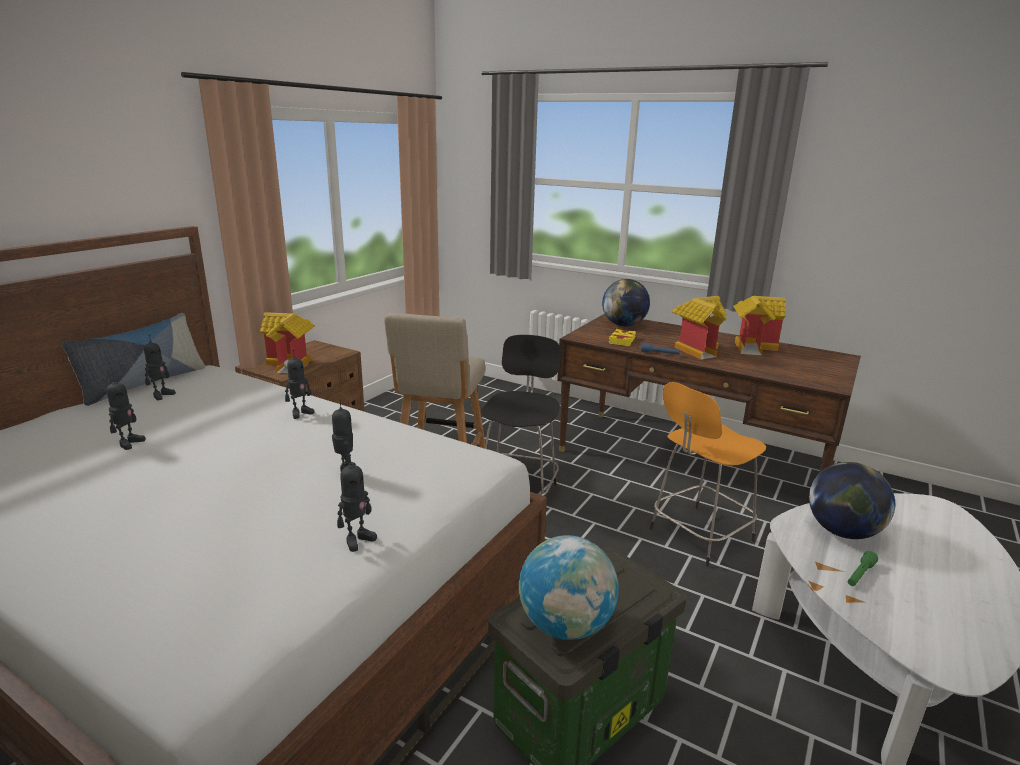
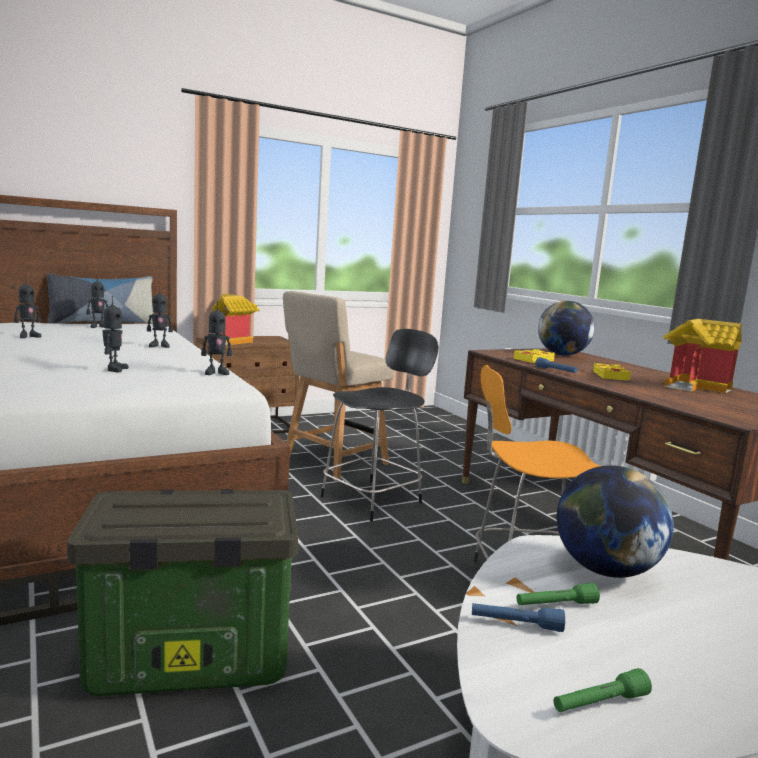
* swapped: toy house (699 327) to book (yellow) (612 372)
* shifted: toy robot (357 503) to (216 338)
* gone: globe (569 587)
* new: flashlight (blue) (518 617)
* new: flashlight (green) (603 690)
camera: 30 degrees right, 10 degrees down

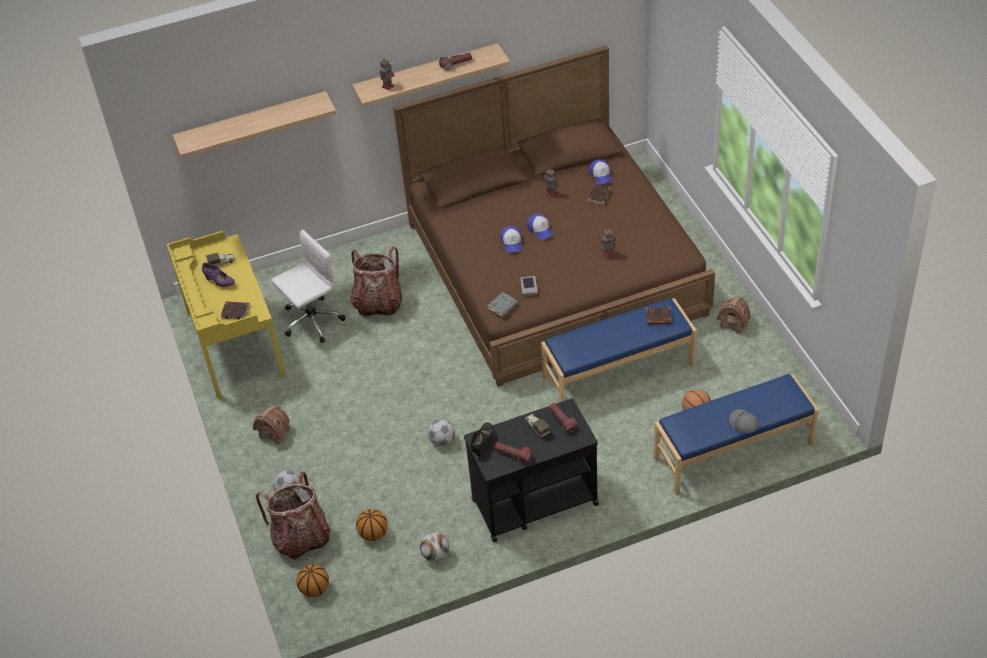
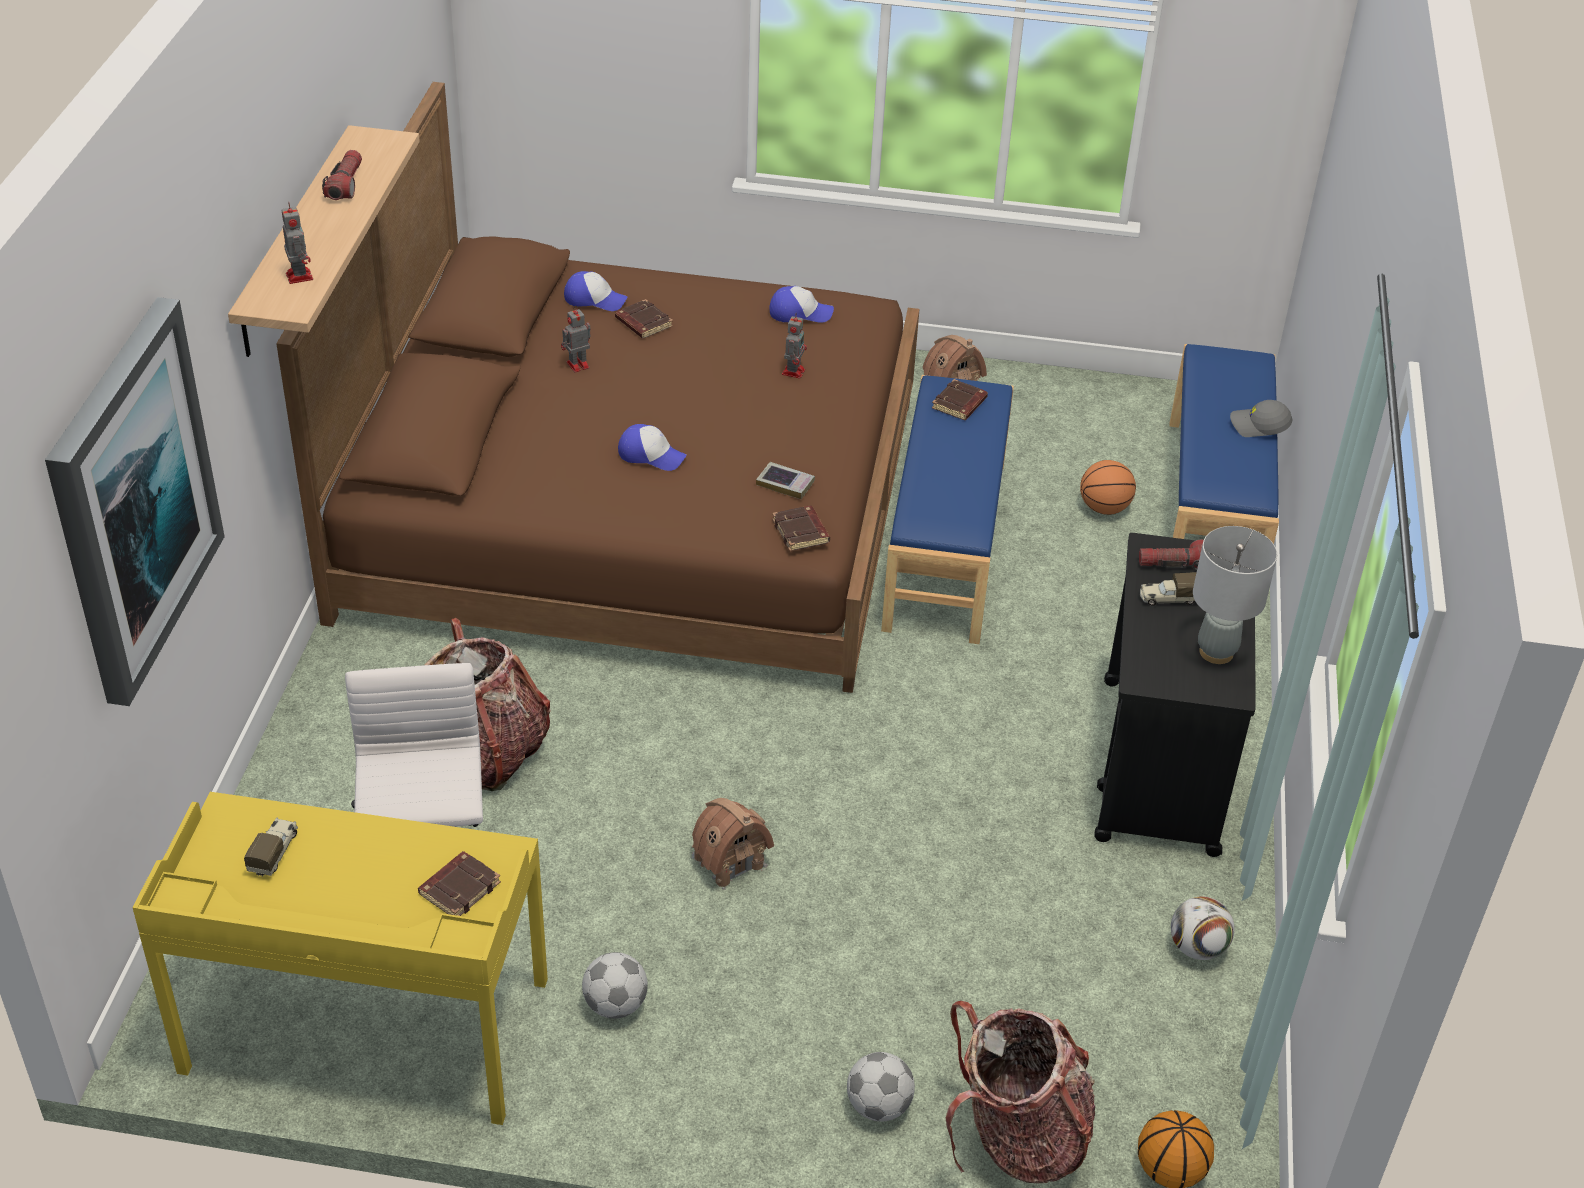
* swapped: shelf (254 124) to picture (135 501)
* shifted: cap (540 227) to (801 304)
* gone: shoe (purple) (218 275)
* repainted: book (grey) (502 304) to book (brown) (801 528)
* shifted: toy house (271 425) to (733 844)
* shifted: football (441 433) to (615 985)
* gone: shoe (black) (482 439)
* swapped: flashlight (513 453) to table lamp (grey) (1235 595)
* gone: basketball (372 525)
camera: 65 degrees left, 5 degrees down

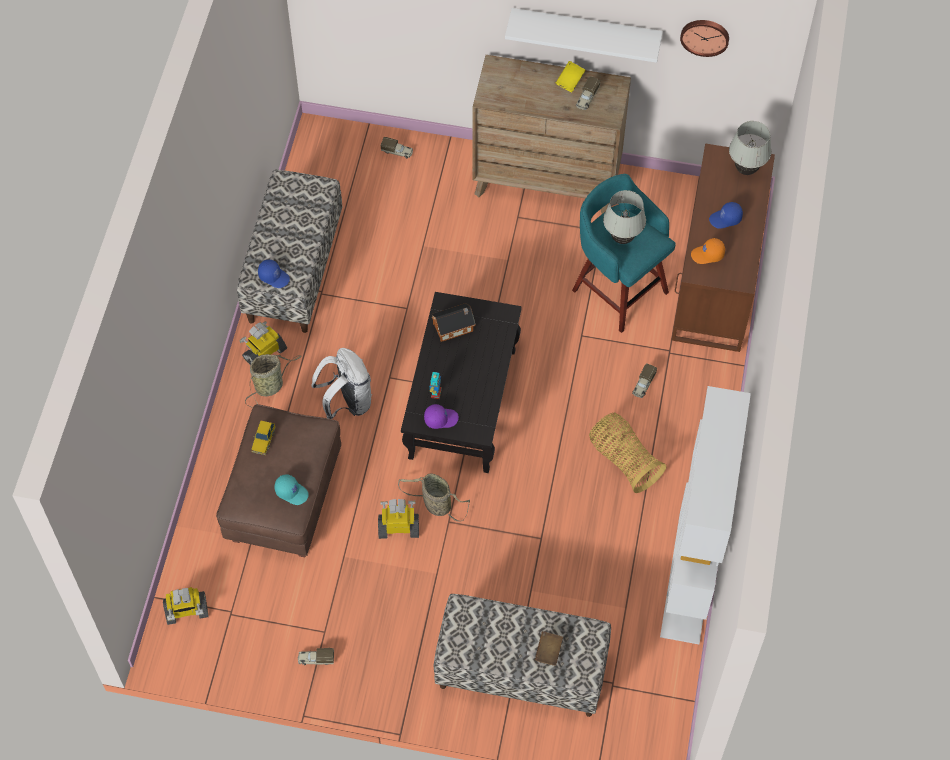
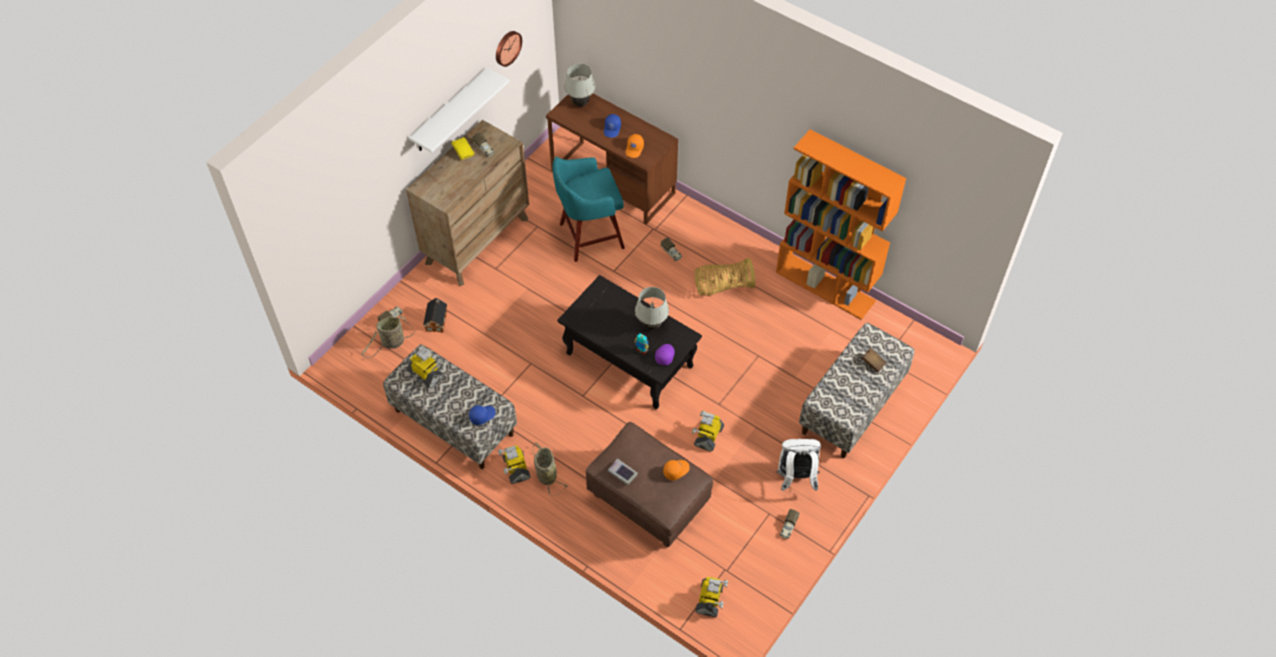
* shifted: table lamp (white) (624 217) to (652 308)
* shifted: toy house (453 322) to (435 315)
* shifted: backpack (white) (341 383) to (798 465)
* repainted: bookcase (white) (705 515) to bookcase (orange) (841 224)
* swapped: toy car (263 437) to book (623 472)
* shifted: basket (434 497) to (388 337)
* repainted: cap (turquoise) (291 489) to cap (orange) (676 470)
* new: toy robot (425 367)
camera: 65 degrees left, 5 degrees down

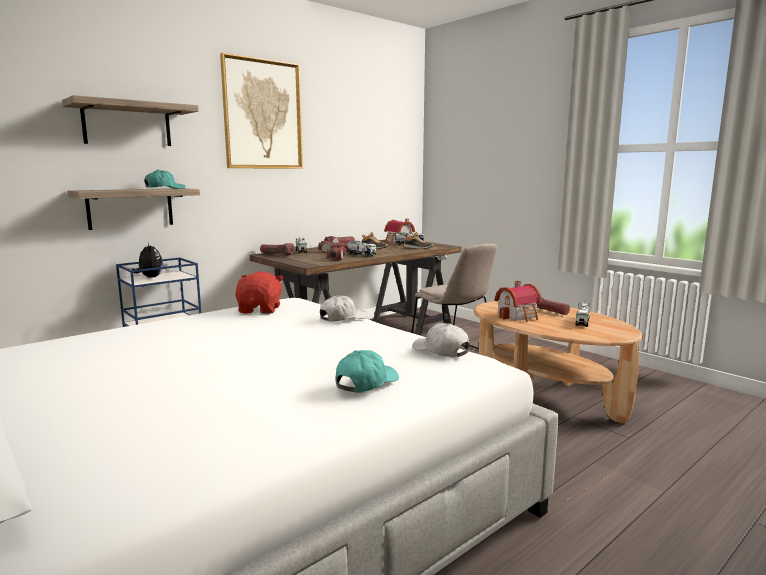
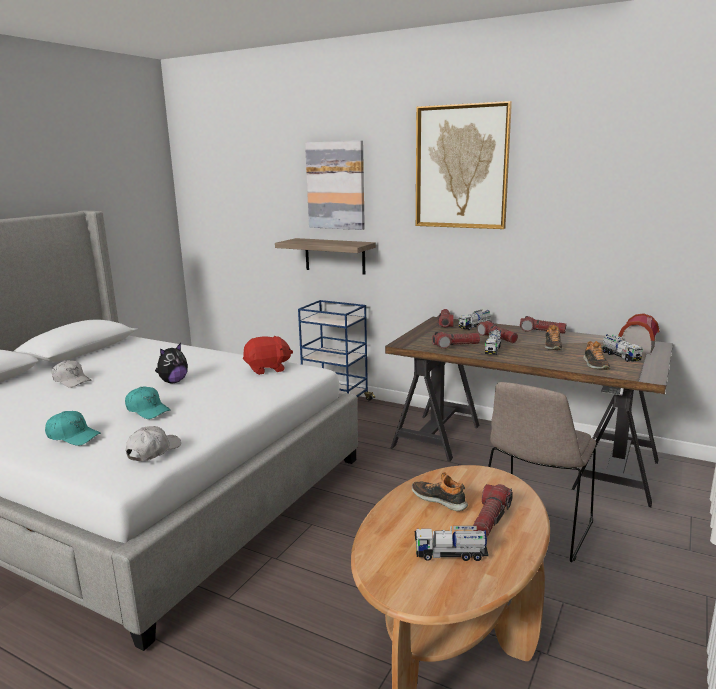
* swapped: shelf (130 120) to picture (335 185)
* shifted: cap (turquoise) (165 179) to (148 403)
* shifted: plush toy (147 260) to (171 363)
* swapped: toy house (518 301) to shoe (440 491)
* shifted: cap (white) (344 308) to (72 374)
camera: 70 degrees right, 5 degrees up

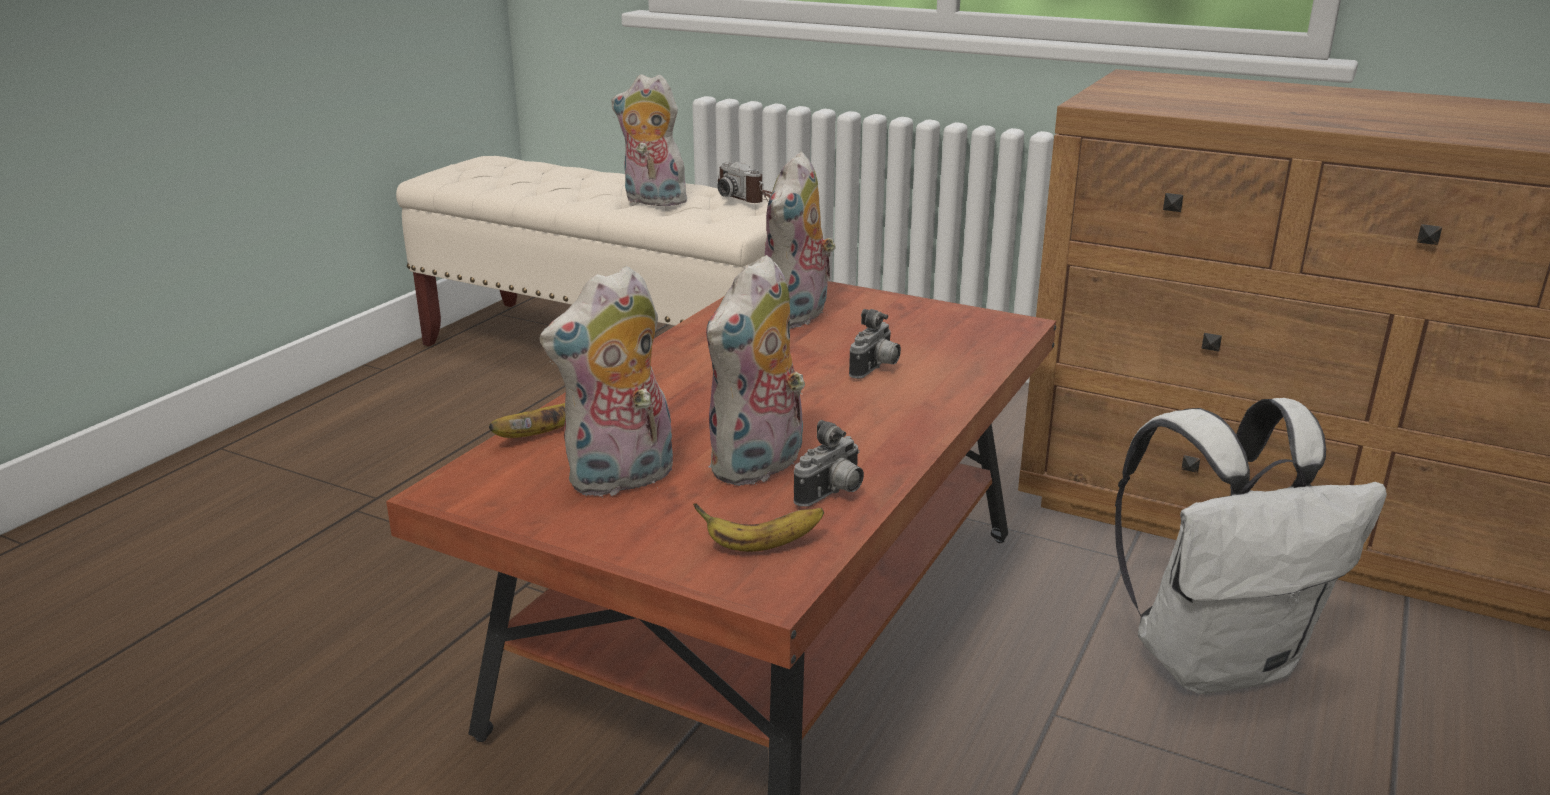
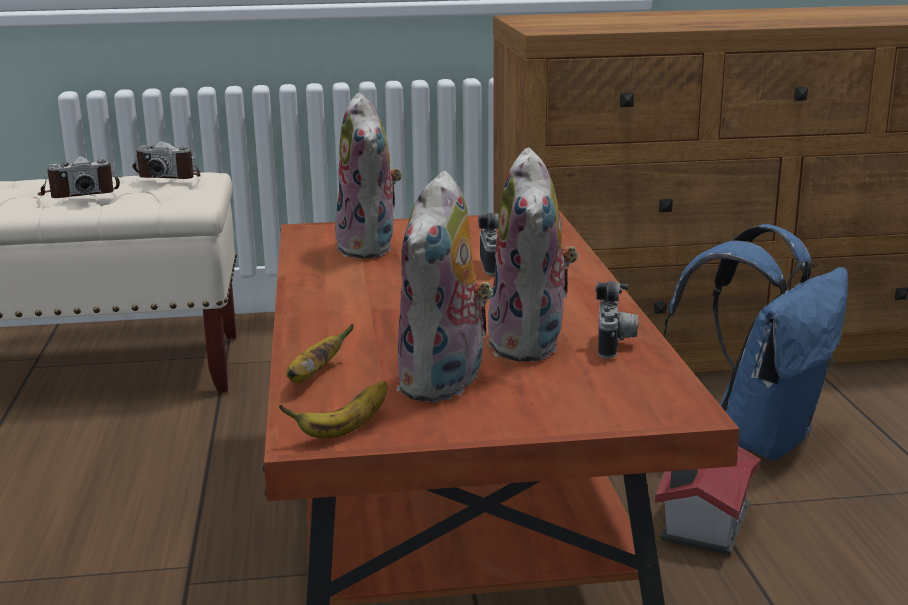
* swapped: plush toy (651 141) to photo camera (78 177)
* repainted: backpack (white) (1251 546) to backpack (blue) (756 342)
* shifted: banana (758 527) to (333 410)
* new: toy house (708 500)
camera: 35 degrees left, 5 degrees down

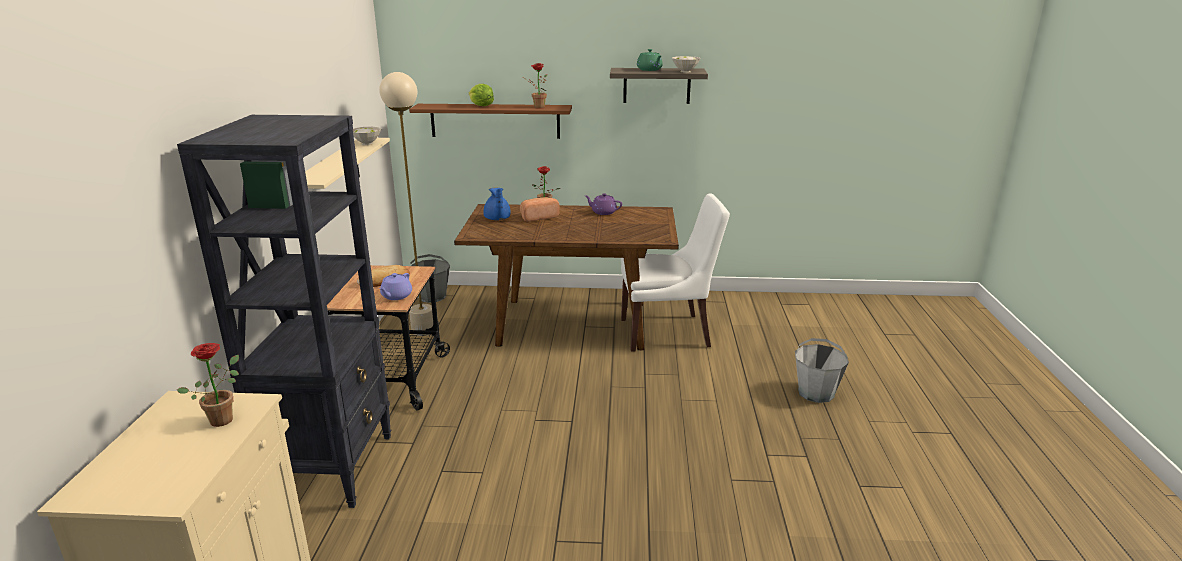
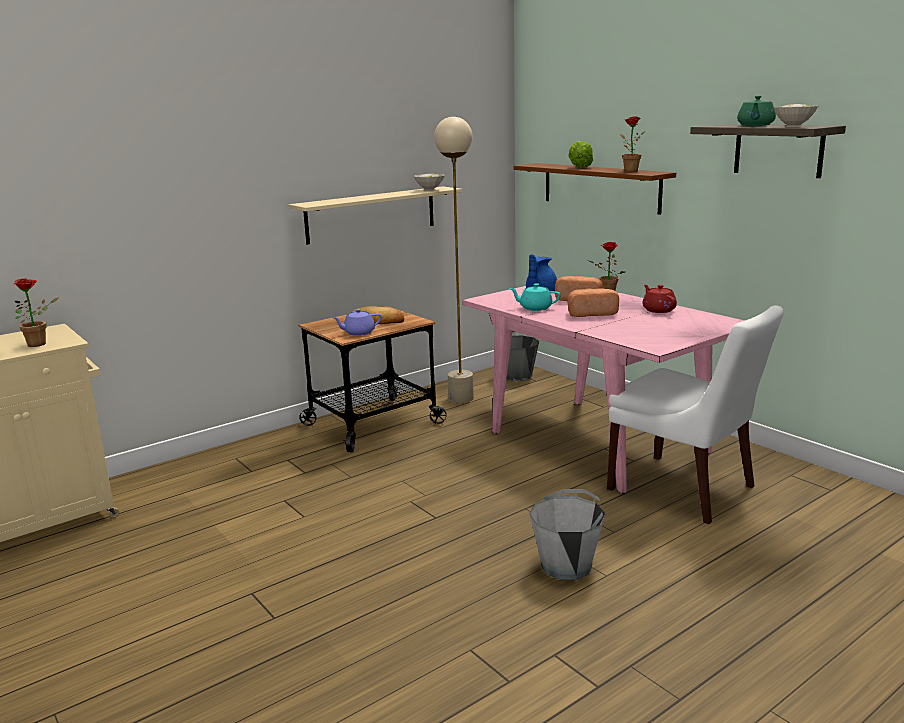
* gone: bookcase (black) (284 311)
* repainted: teapot (purple) (603 204) to teapot (red) (659 299)
* repainted: dining table (brown) (566 277) to dining table (pink) (603 386)
* shifted: bucket (grey) (822 370) to (567 534)
* new: teapot (turquoise) (535 297)
* new: bread (593 302)
camera: 50 degrees right, 5 degrees down

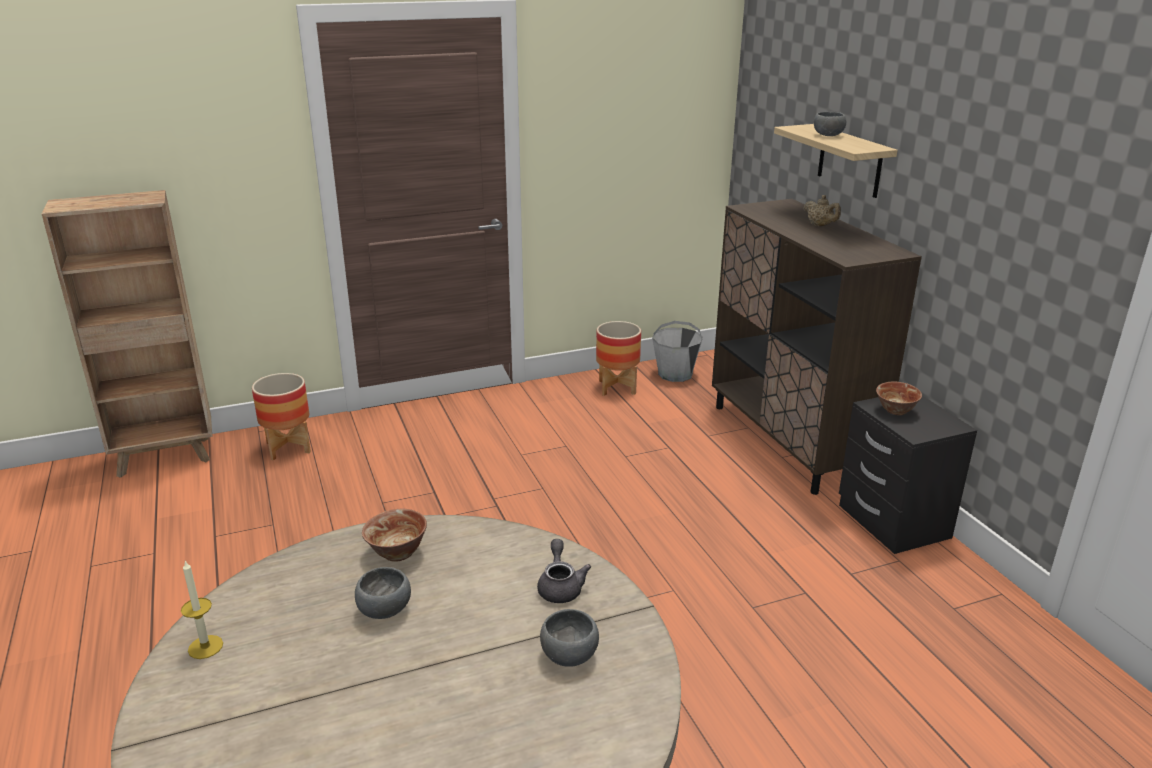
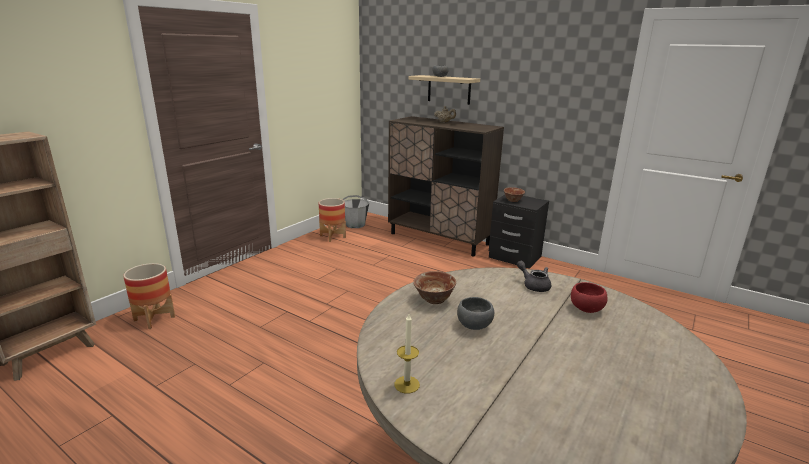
* repainted: bowl (grey) (569 638) to bowl (red) (589 297)
camera: 35 degrees left, 5 degrees down

